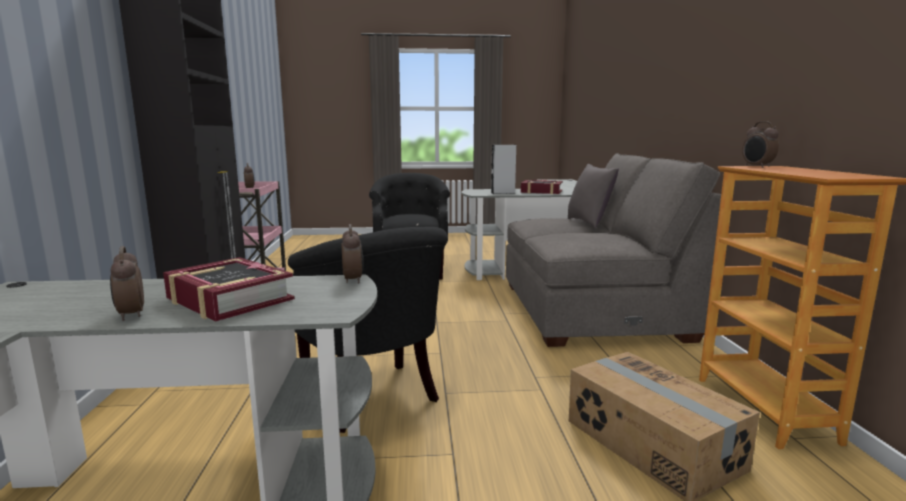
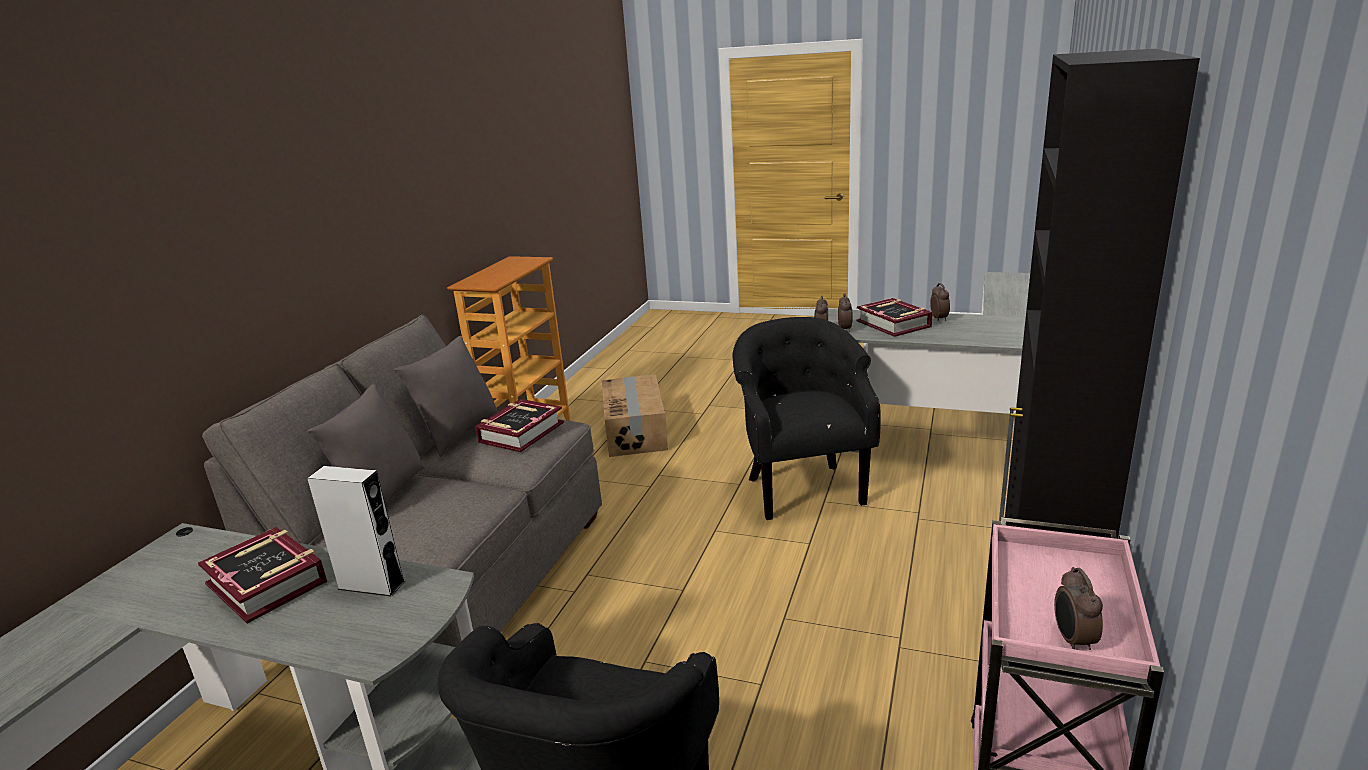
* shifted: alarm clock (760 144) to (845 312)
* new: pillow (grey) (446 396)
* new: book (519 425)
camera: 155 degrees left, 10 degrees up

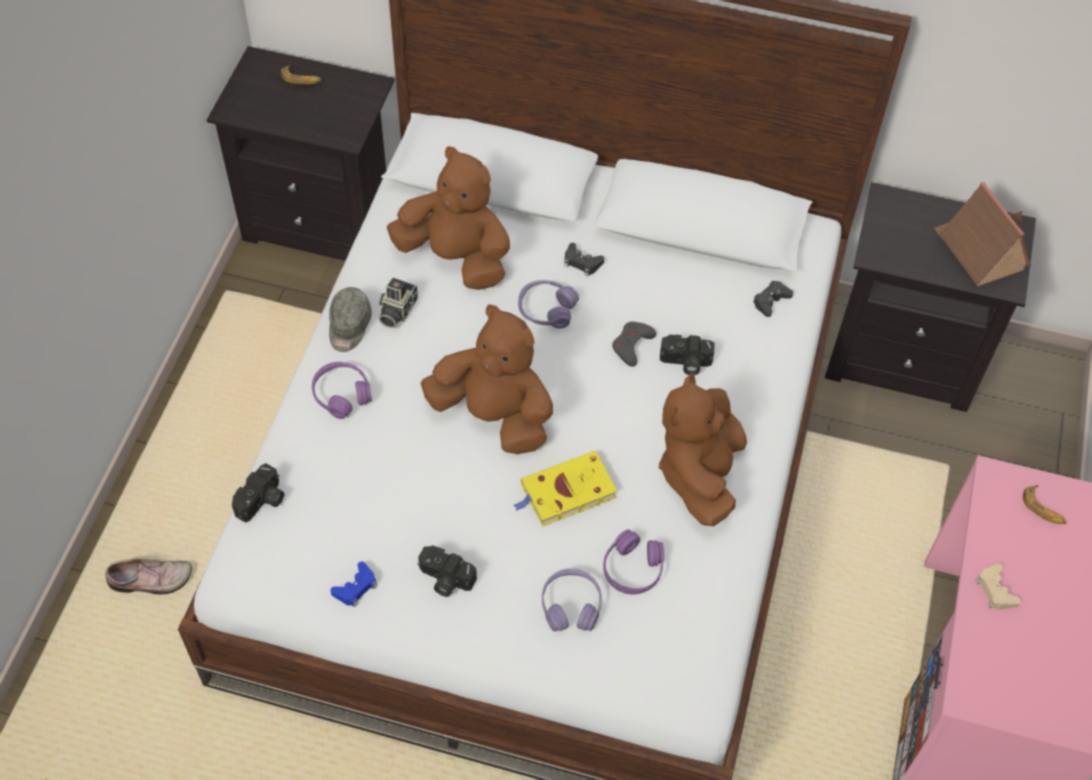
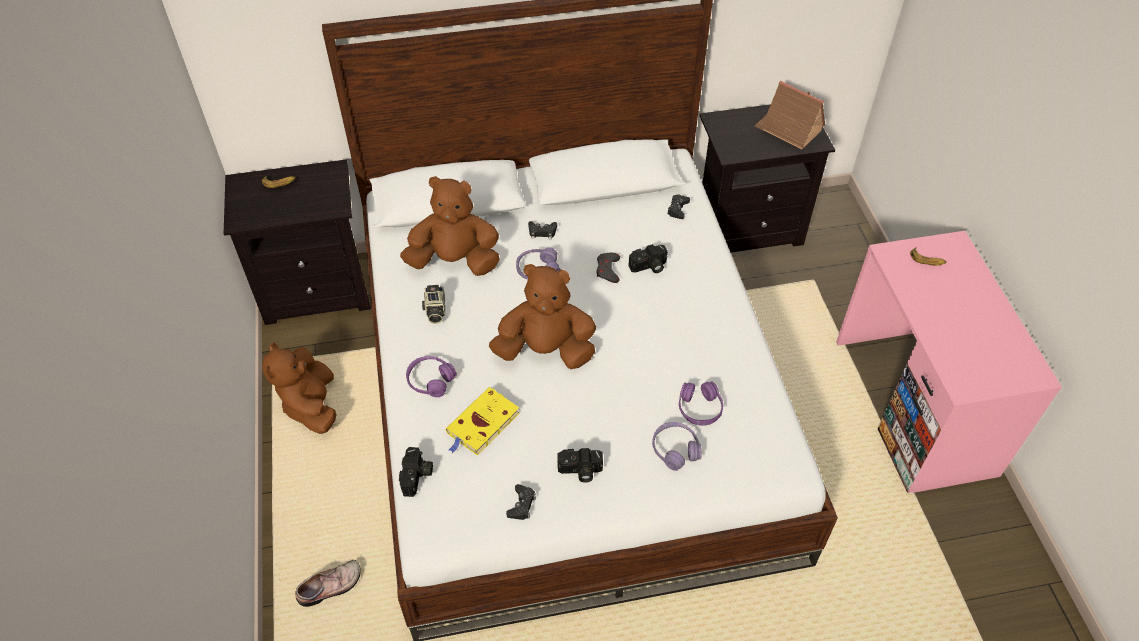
* gone: cap (grey) (350 319)
* shifted: plush toy (brown) (703 449) to (299 388)
* shifted: book (yellow) (565 489) to (483 421)
* repainted: game controller (blue) (353 584) to game controller (black) (521 502)
* gone: game controller (beige) (998 586)
camera: 25 degrees left, 5 degrees down

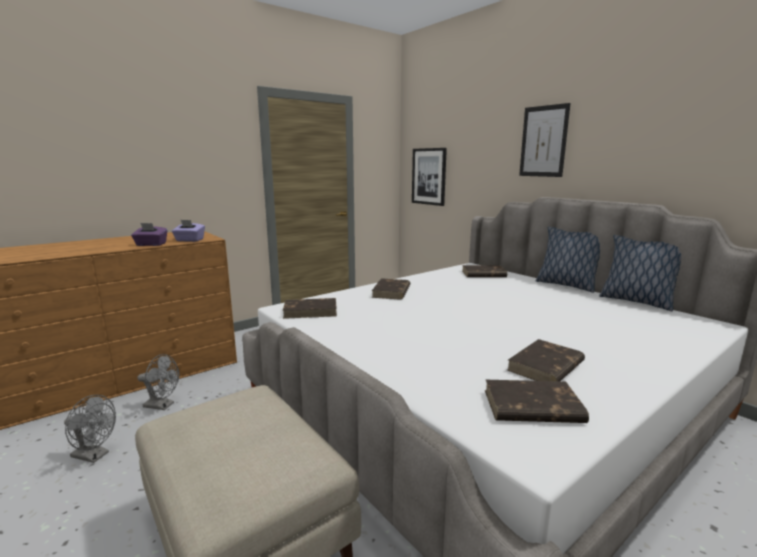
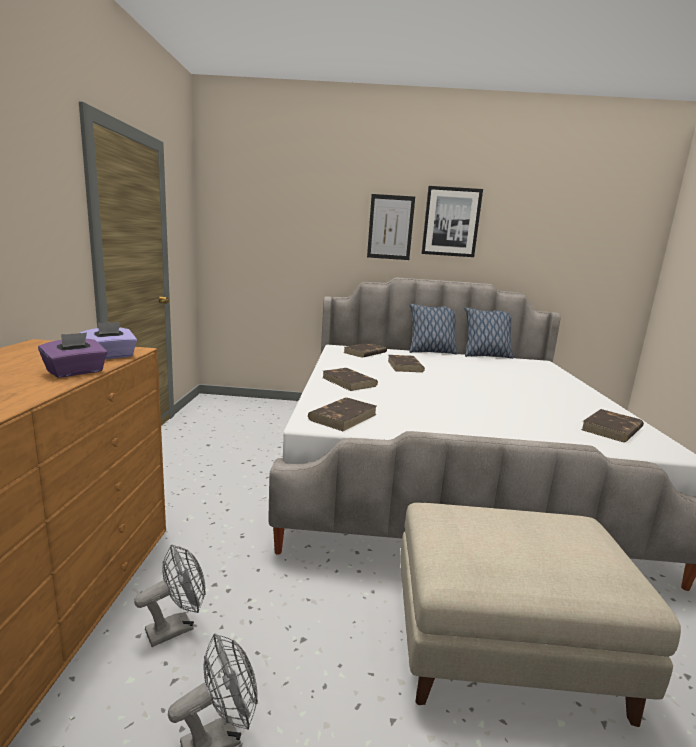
* shifted: picture (429 177) to (452 221)
* shifted: book (brown) (546 360) to (406 363)
camera: 50 degrees left, 0 degrees up

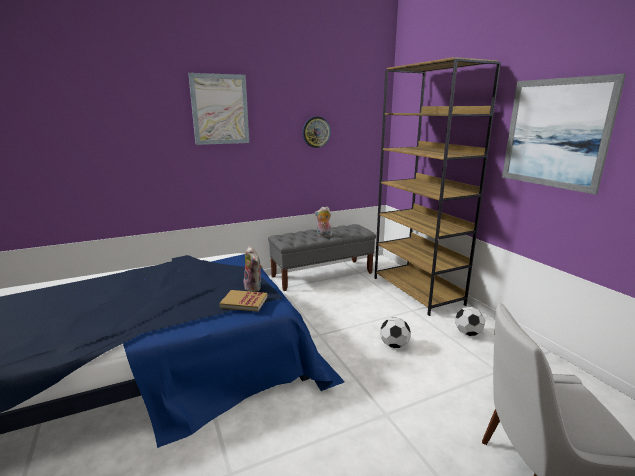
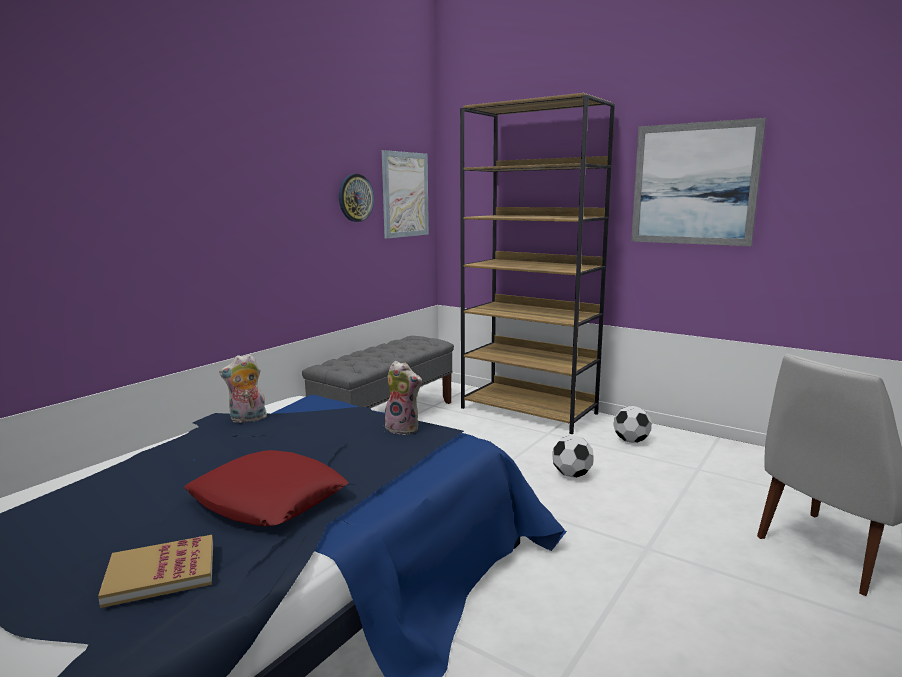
* shifted: picture (218 109) to (405 194)
* shifted: plush toy (323 222) to (243 388)
* shifted: book (243 301) to (155 571)
* new: pillow (red) (266 488)
camera: 30 degrees left, 5 degrees down

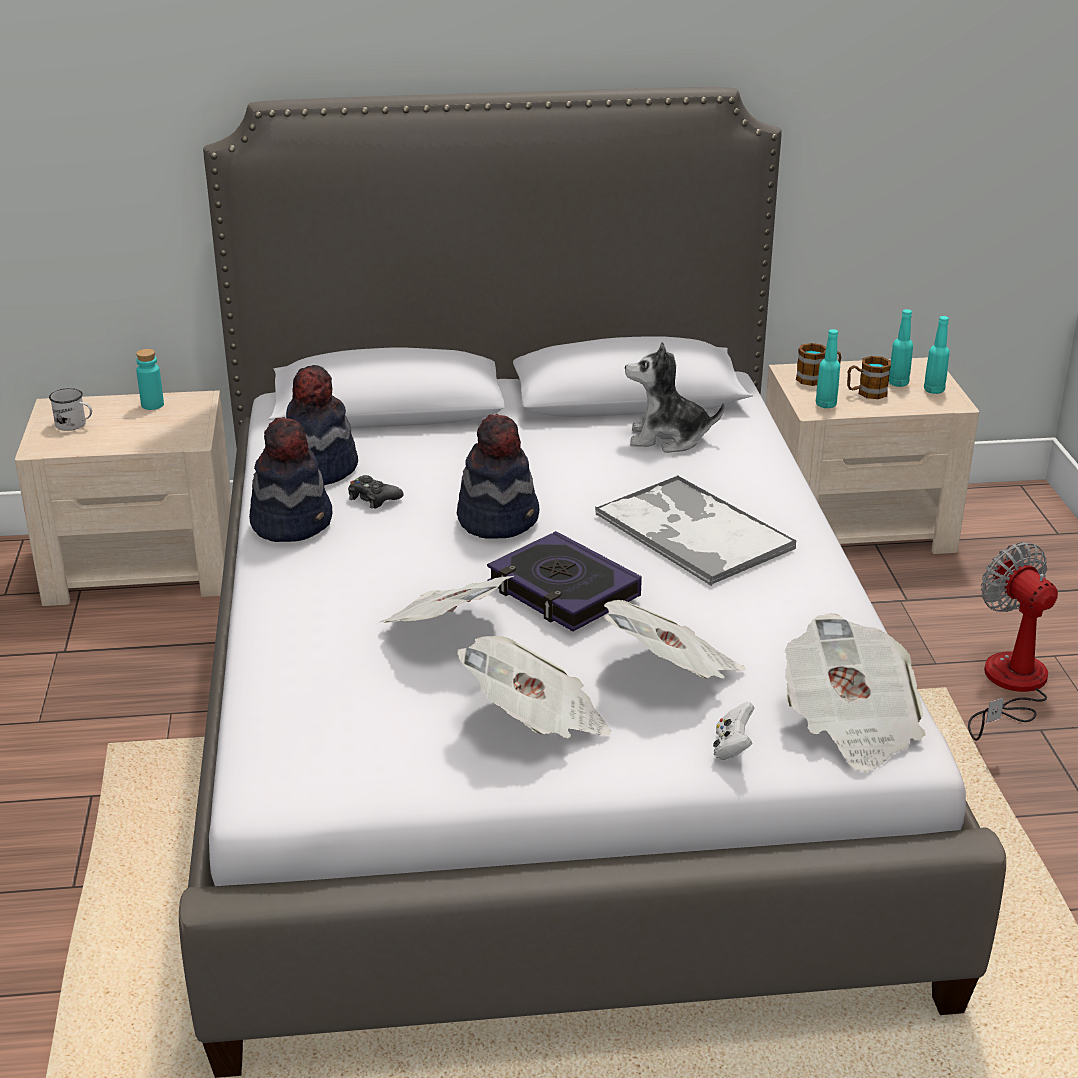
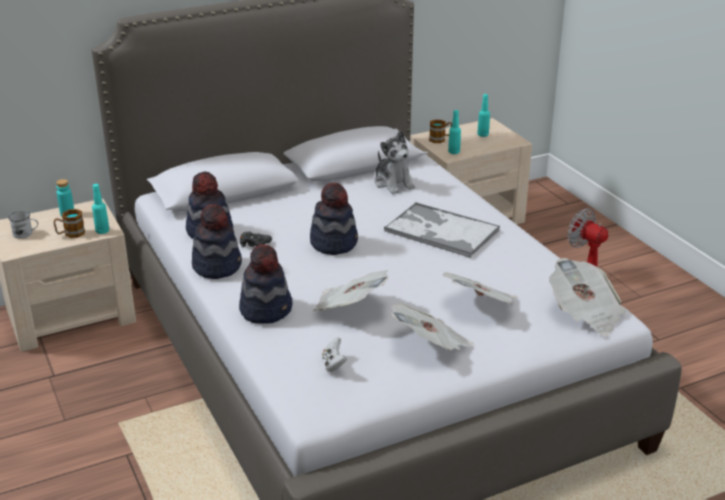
* shifted: bottle (turquoise) (937 355) to (100 209)
* rotated: plush toy (675 397) = (394 162) 105 degrees counterclockwise
* shifted: mug (869 377) to (69 223)
* gone: book (564 581)
* shifted: game controller (white) (733 731) to (334 354)
* new: hat (266 284)
camera: 20 degrees left, 0 degrees up

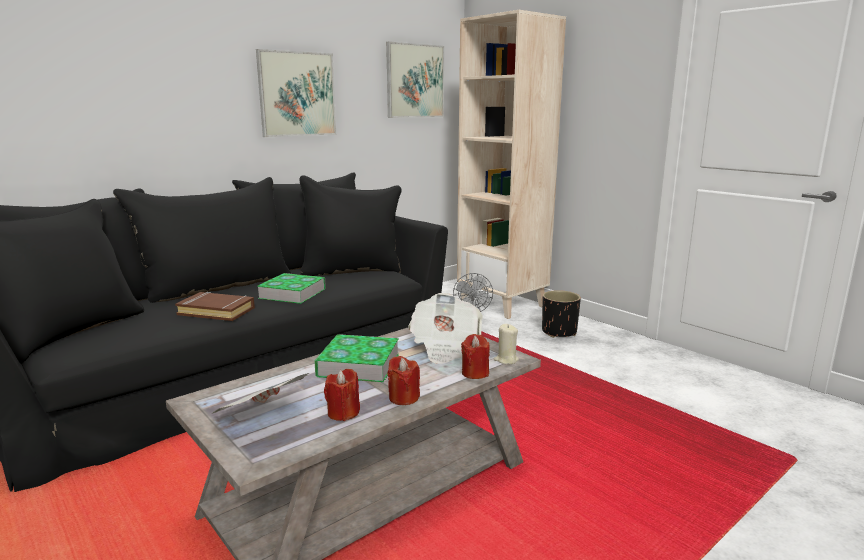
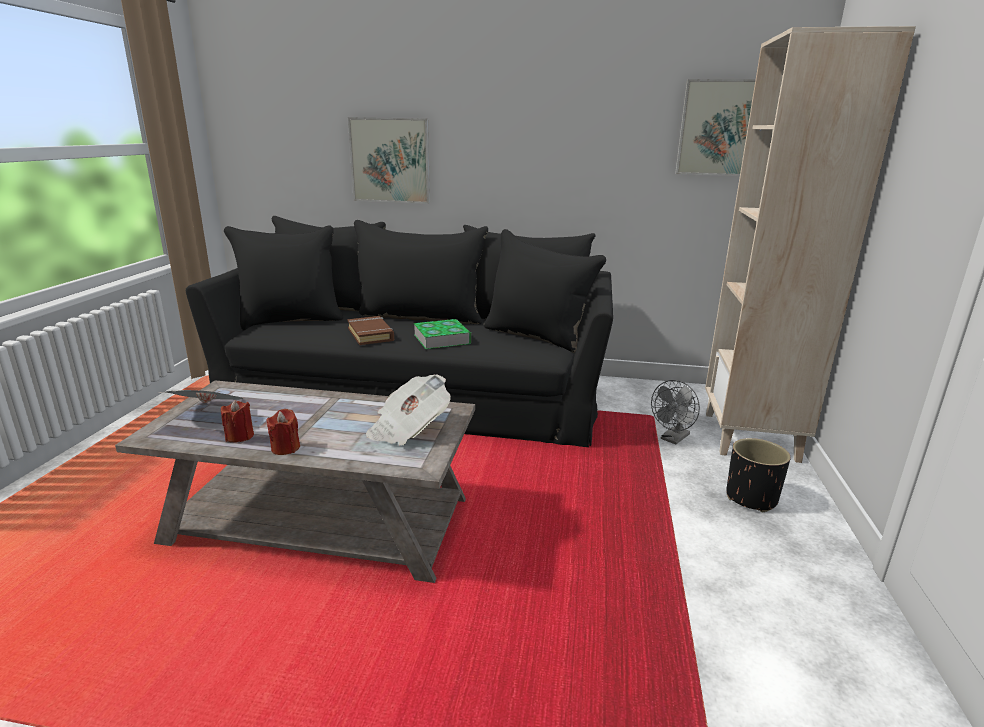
* shifted: picture (296 93) to (389 160)
* gone: candle (beige) (506 344)
* gone: book (356 358)
* gone: candle (red) (475 356)
camera: 50 degrees right, 5 degrees up

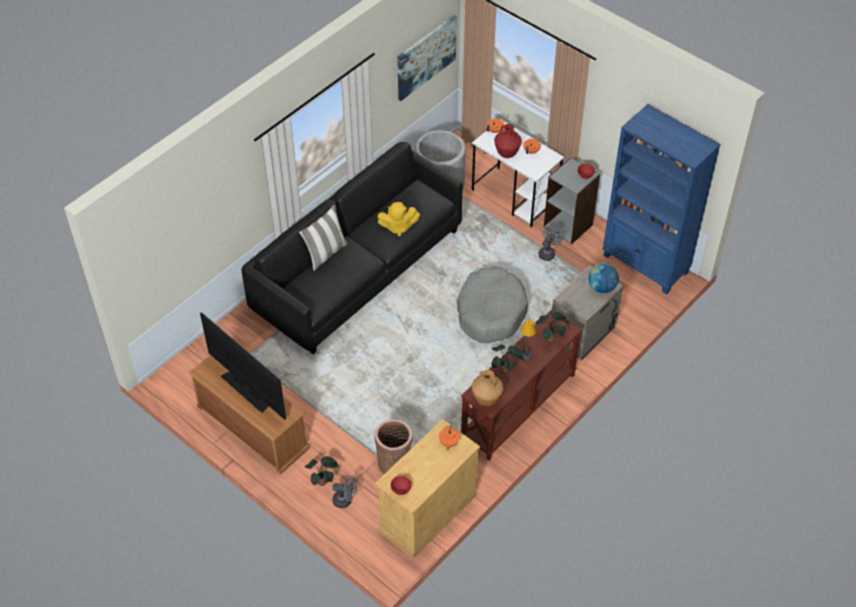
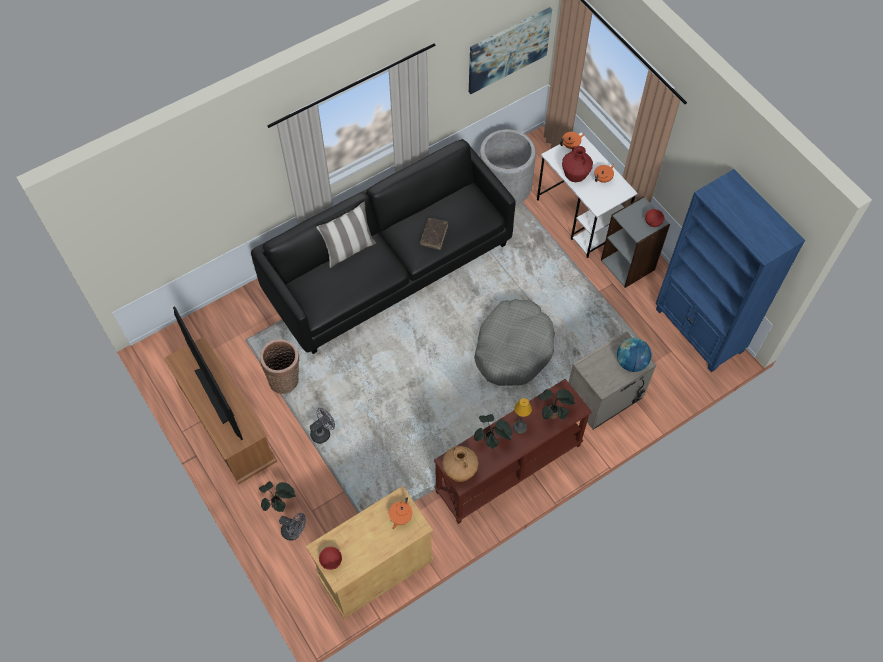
* swapped: plush toy (yellow) (399 219) to book (brown) (434 234)
* shifted: fan (grey) (550 244) to (322 426)
* shifted: basket (393 446) to (280 366)
camera: 15 degrees right, 10 degrees up

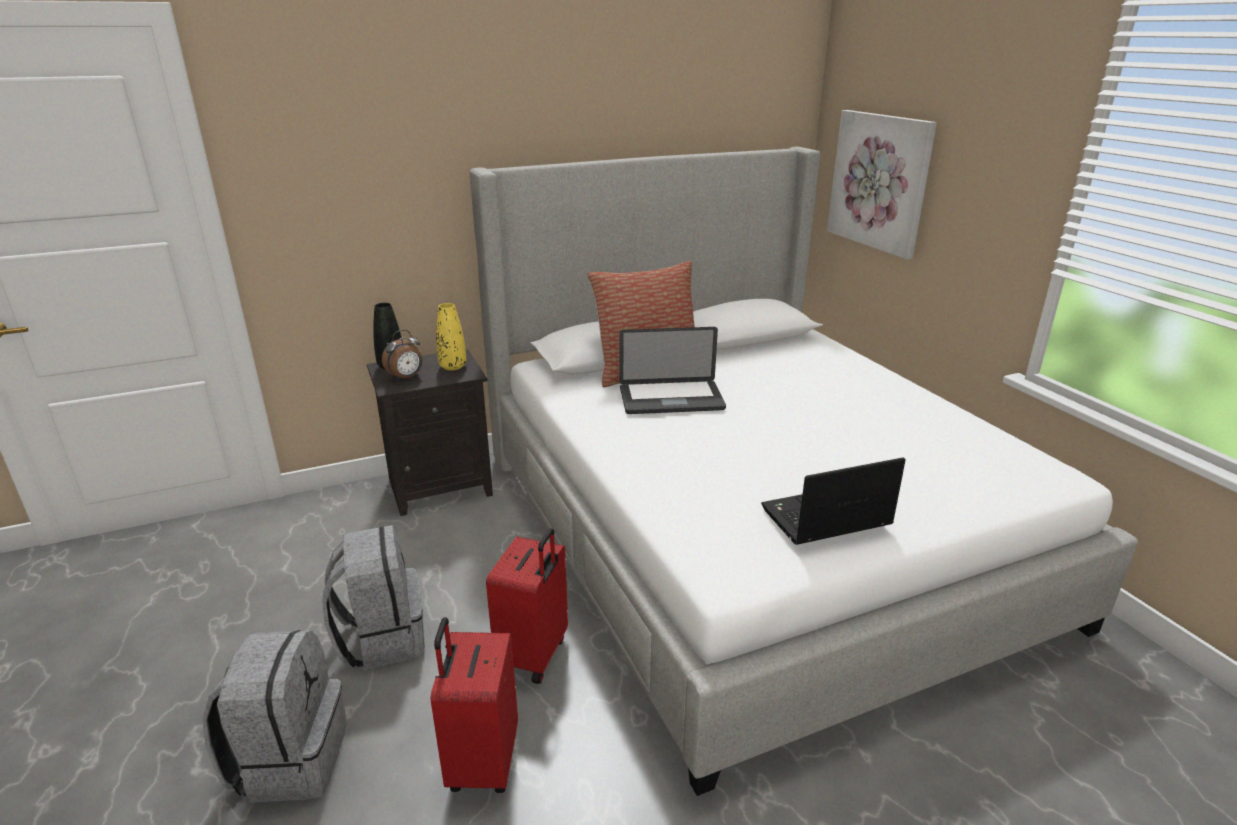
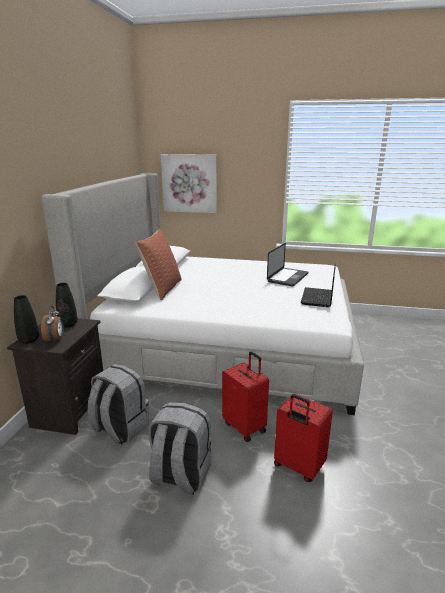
* repainted: vase (yellow) (451 337) to vase (black) (67 305)
* shifted: laptop (672 370) to (287 265)
* shifted: backpack (grey) (274 716) to (118 404)
camera: 55 degrees left, 5 degrees down

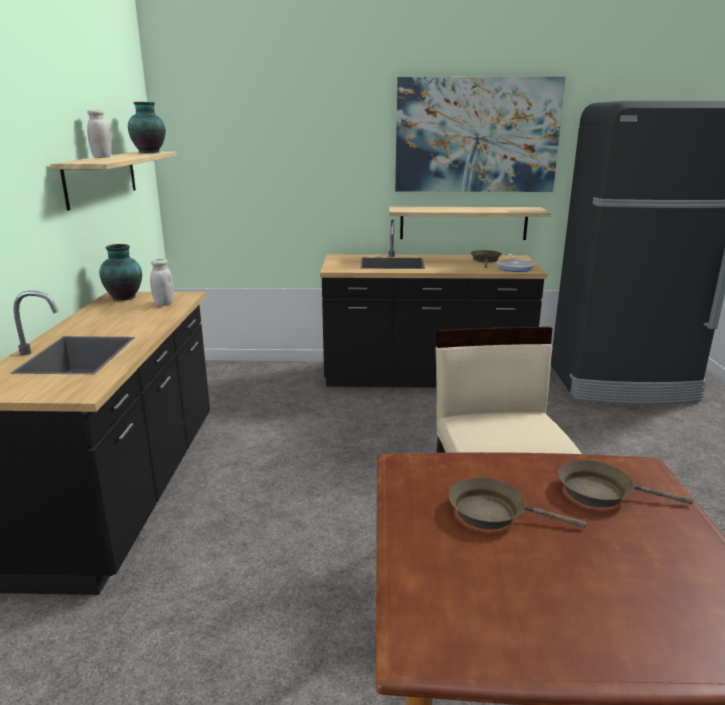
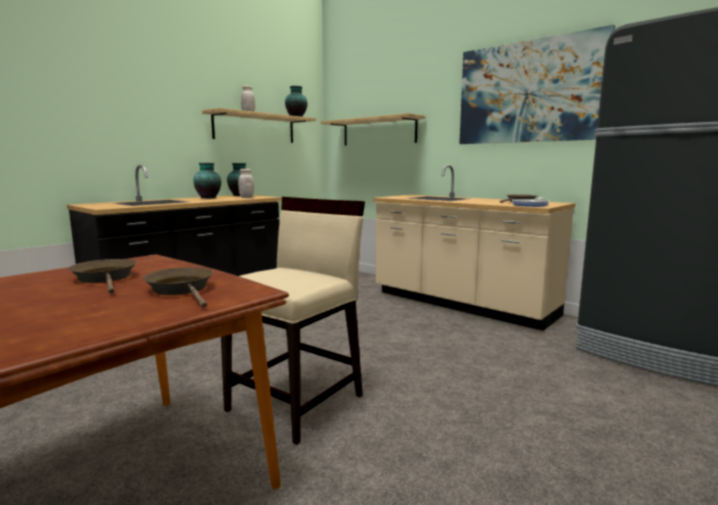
* shifted: shelf (470 223) to (373 129)
* repainted: counter (black) (434 303) to counter (beige) (474 248)
* new: vase (207 181)
camera: 40 degrees right, 10 degrees down

